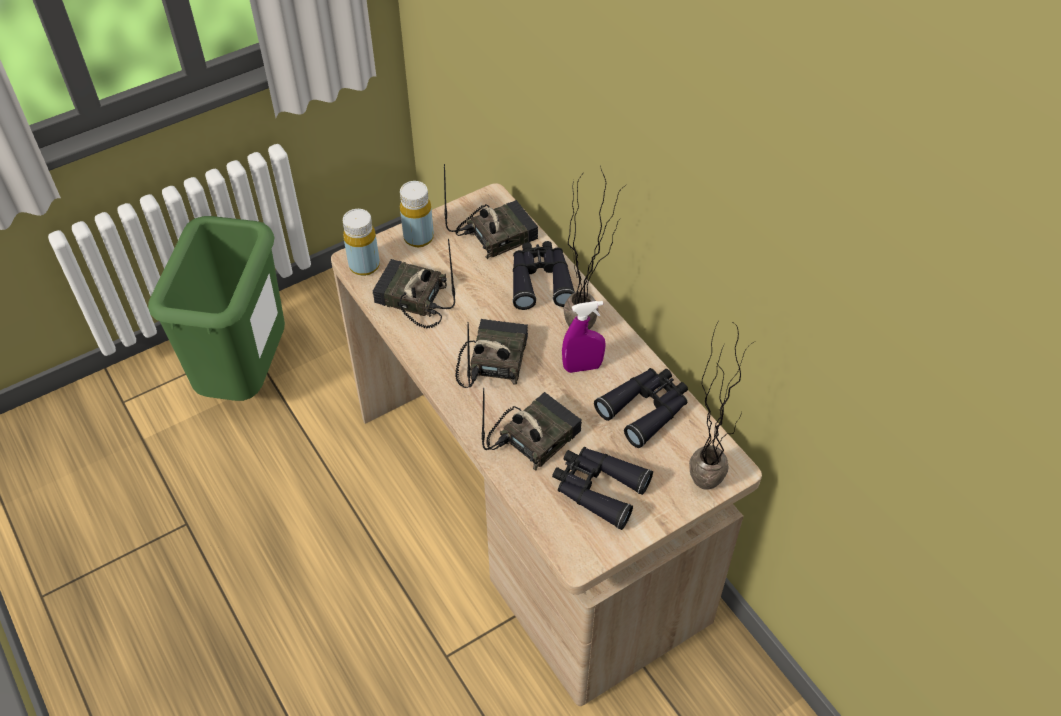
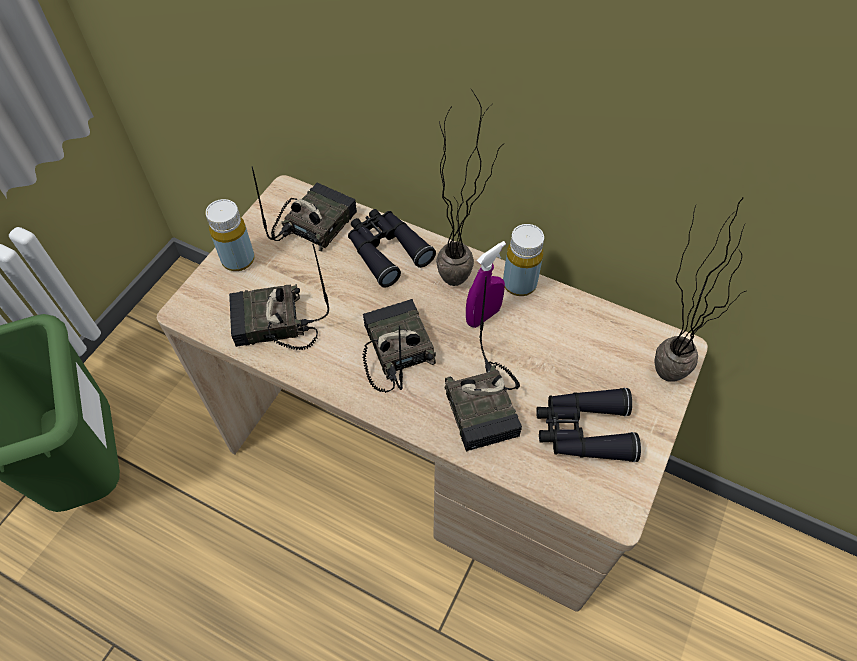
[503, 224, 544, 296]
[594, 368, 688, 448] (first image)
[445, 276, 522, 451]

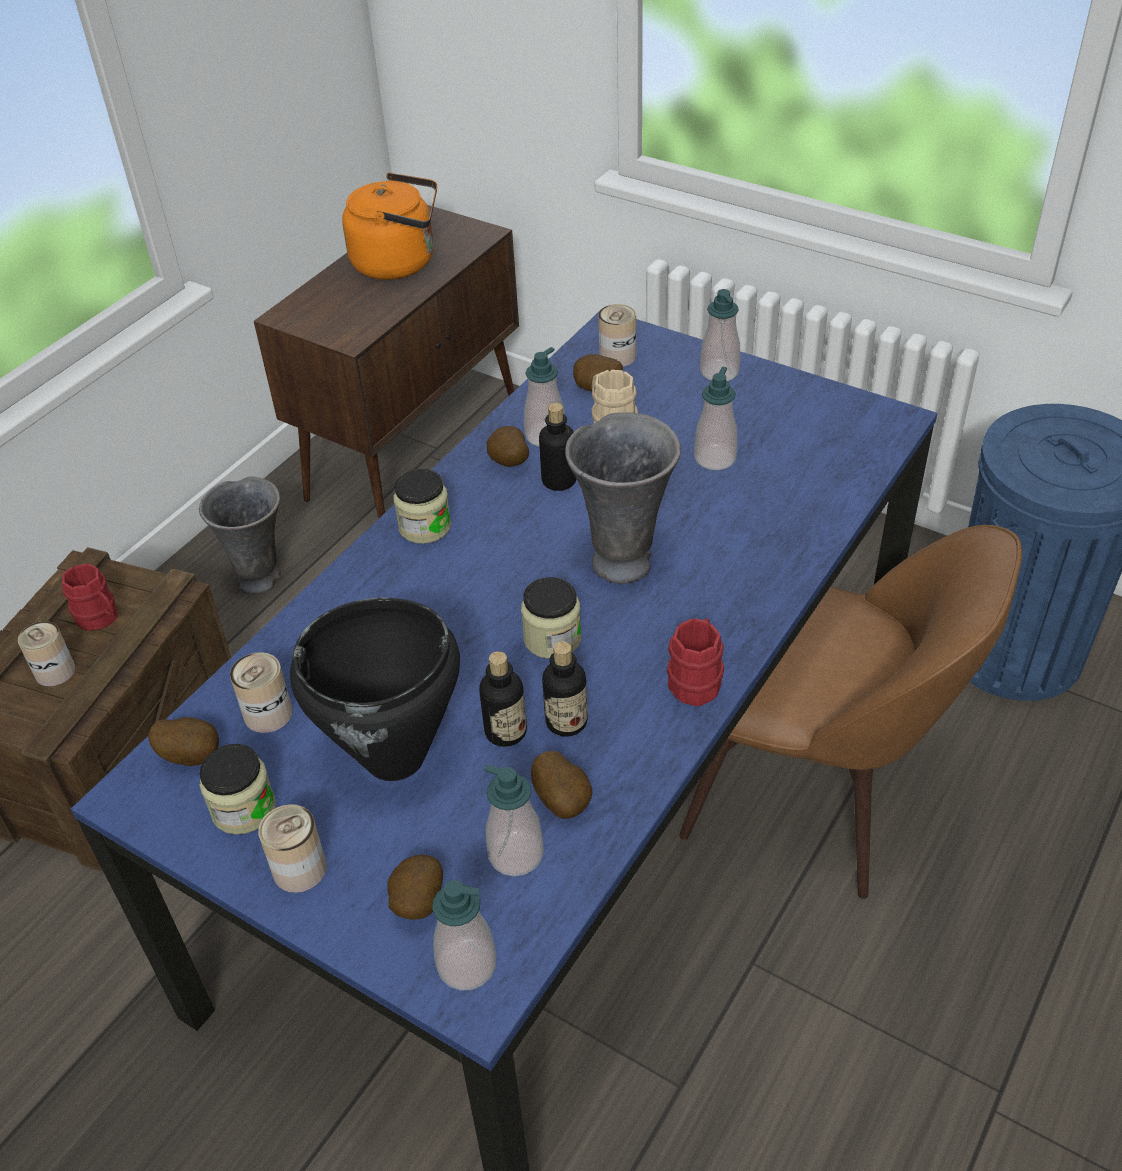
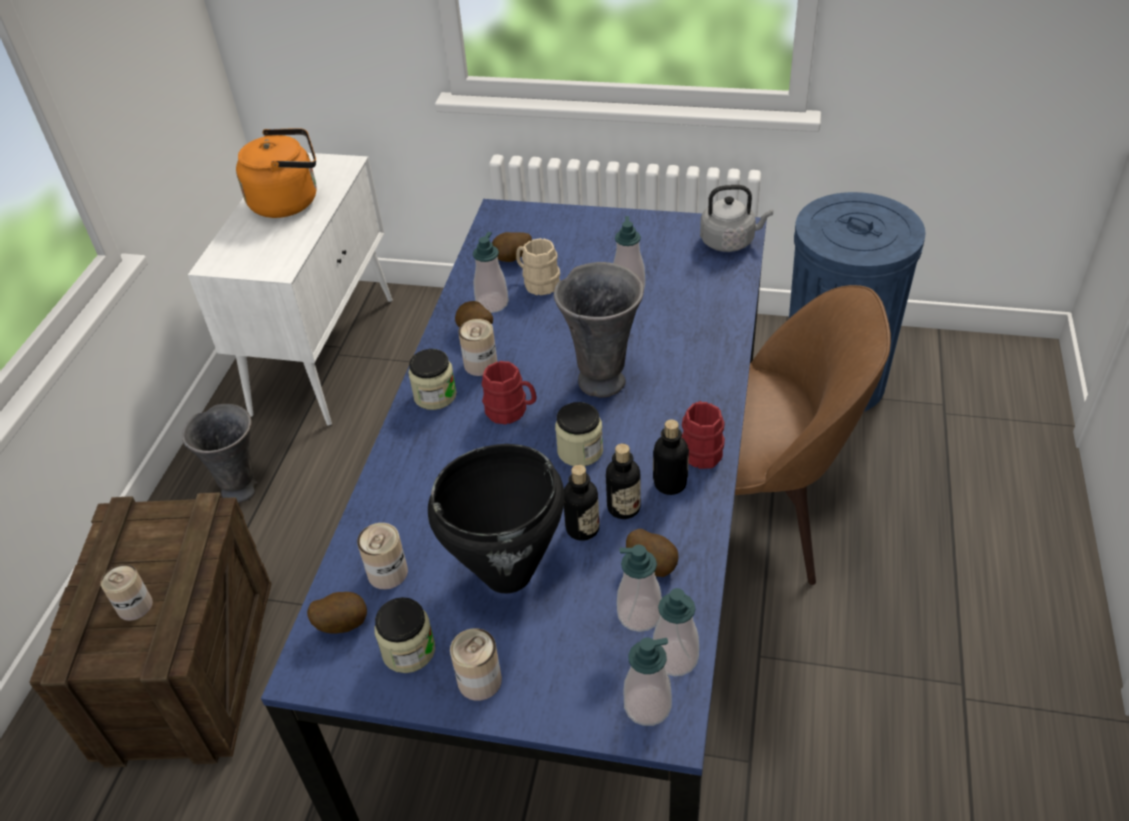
[188, 153, 393, 426]
[653, 588, 699, 676]
[458, 319, 497, 376]
[653, 420, 689, 495]
[482, 361, 537, 425]
[388, 855, 443, 920] (first image)
[700, 185, 773, 252]

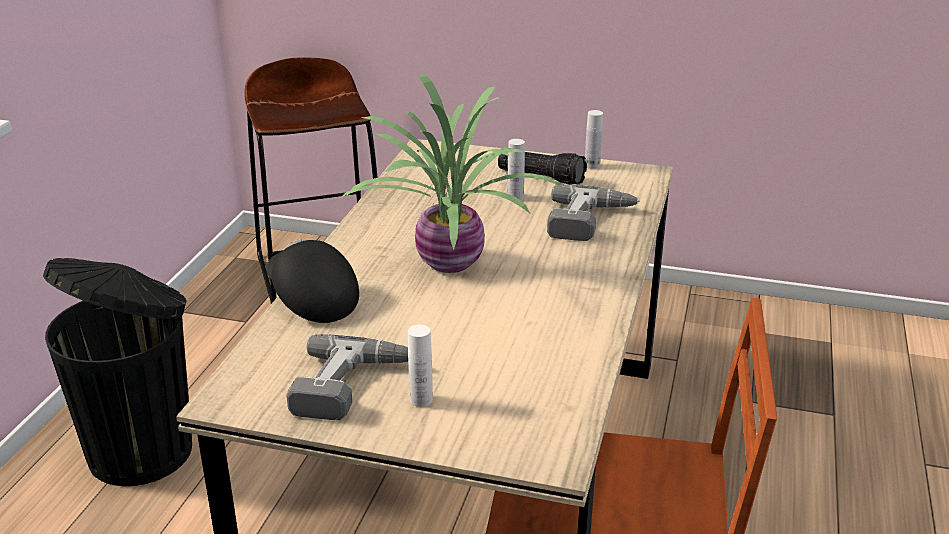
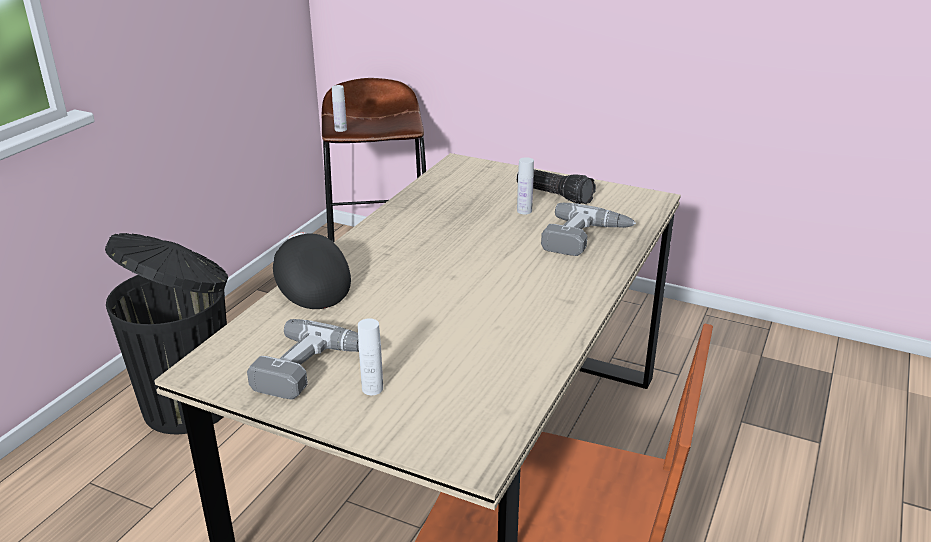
[340, 74, 564, 273] (first image)
[332, 85, 347, 132]

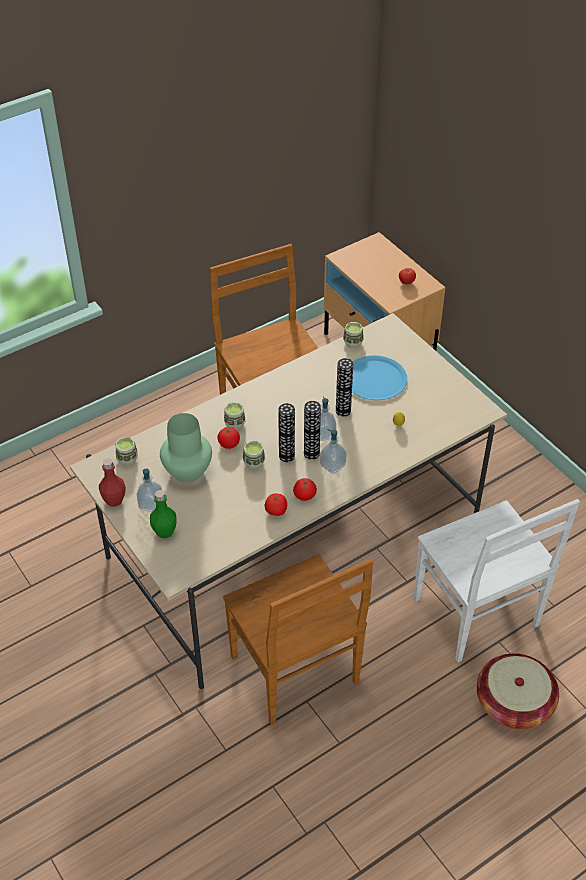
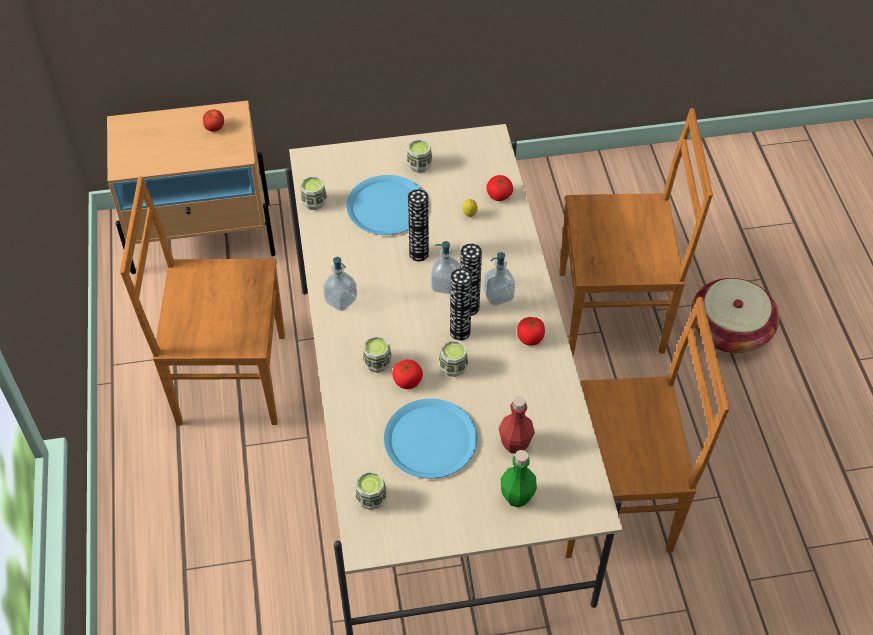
[384, 399, 478, 479]
[499, 396, 535, 454]
[323, 257, 357, 311]
[486, 175, 513, 201]
[559, 108, 713, 355]
[407, 139, 432, 173]

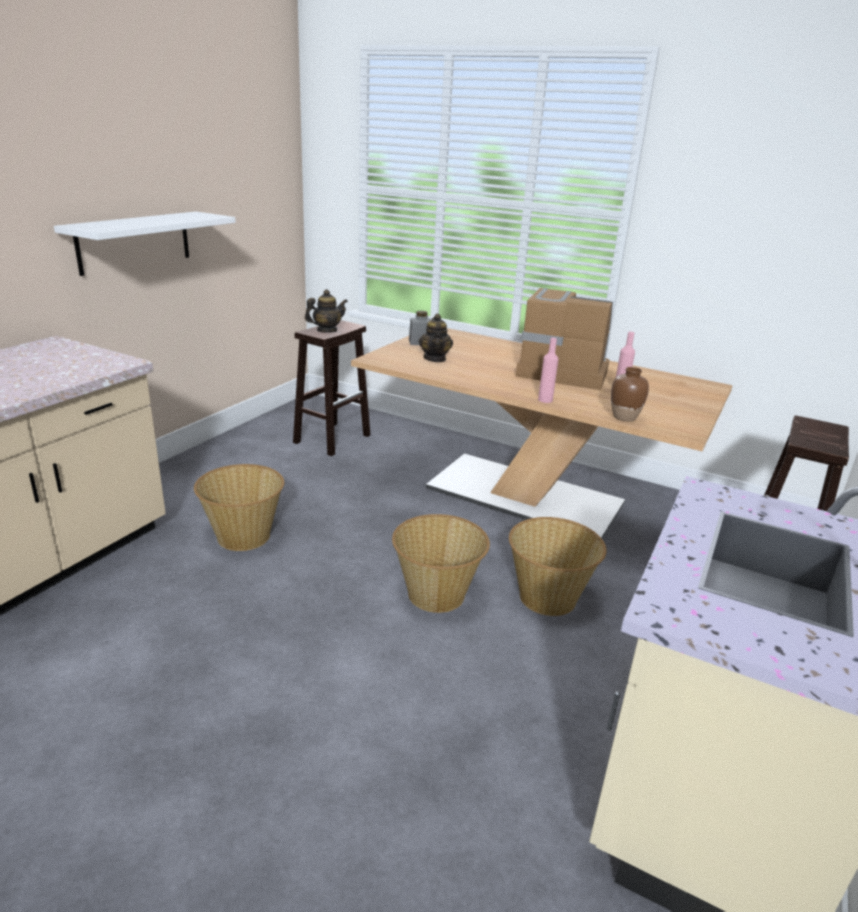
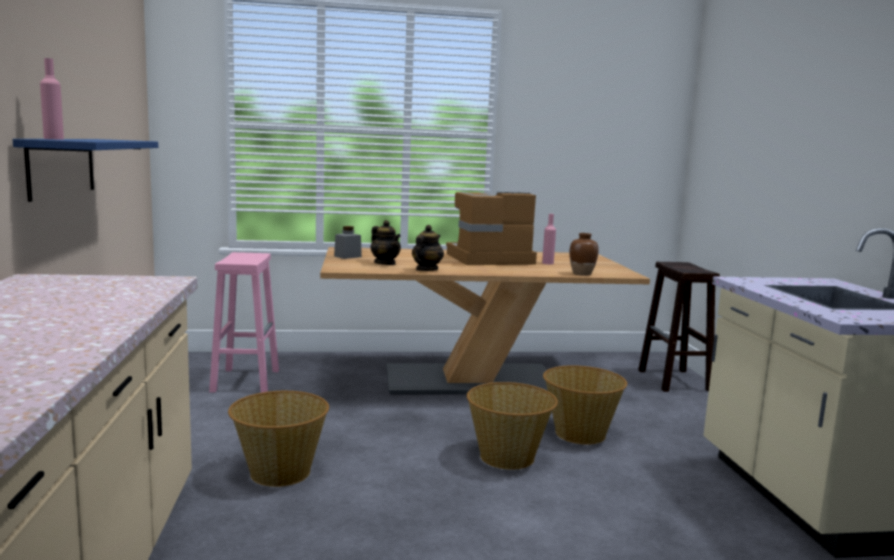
[13, 139, 158, 202]
[412, 225, 444, 271]
[209, 252, 279, 393]
[40, 58, 64, 140]

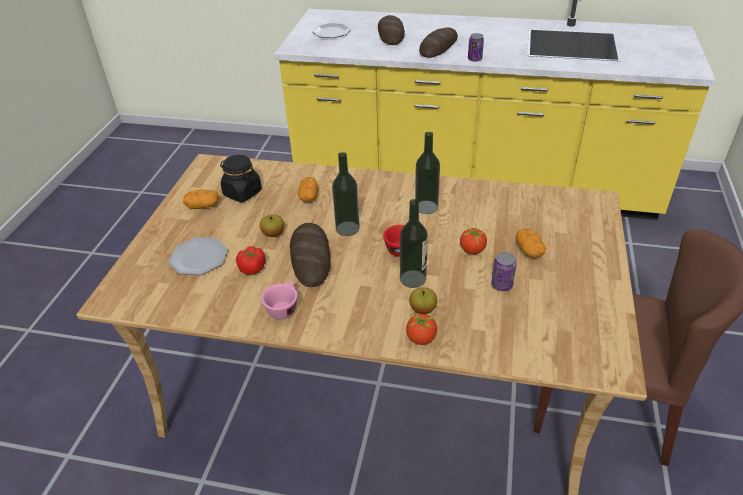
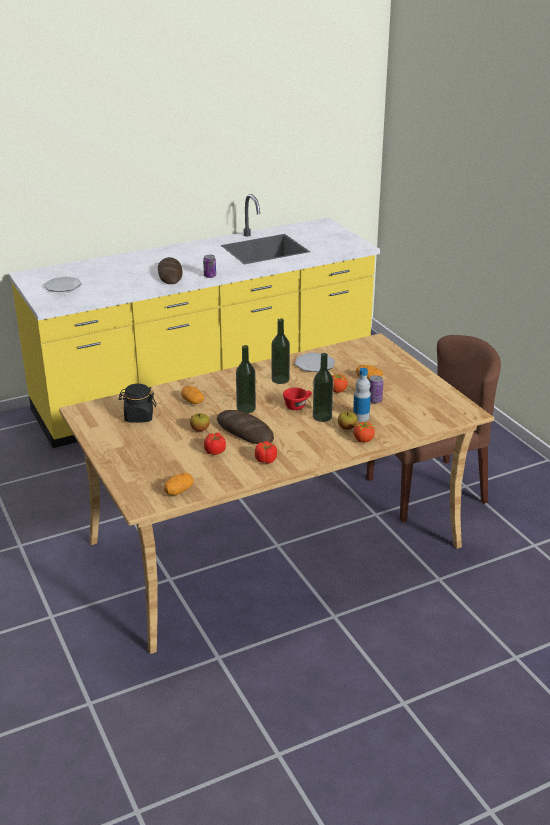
[378, 15, 405, 45] (first image)
[164, 473, 194, 496]
[295, 352, 335, 372]
[255, 441, 277, 464]
[353, 368, 371, 422]

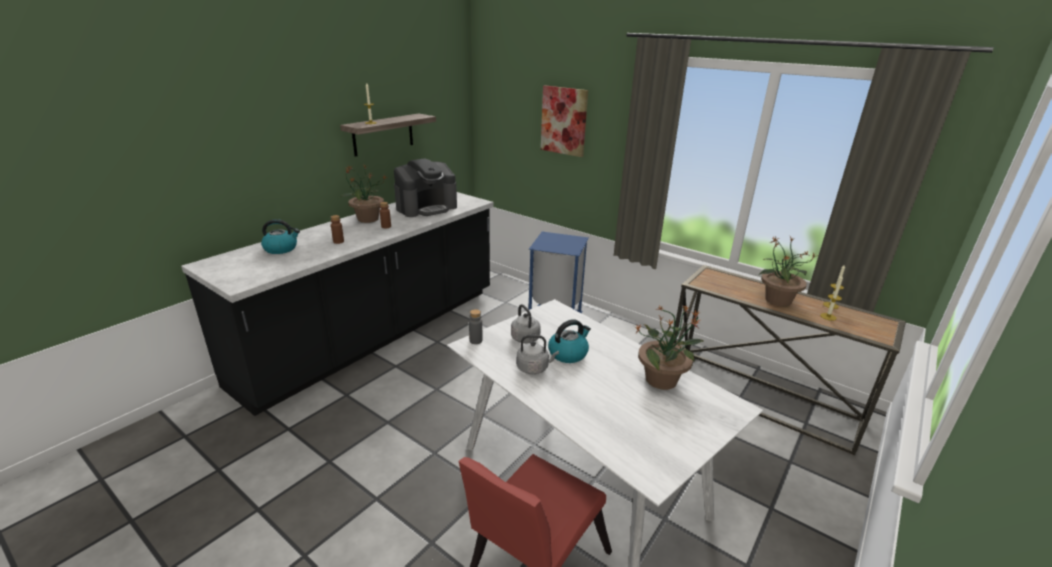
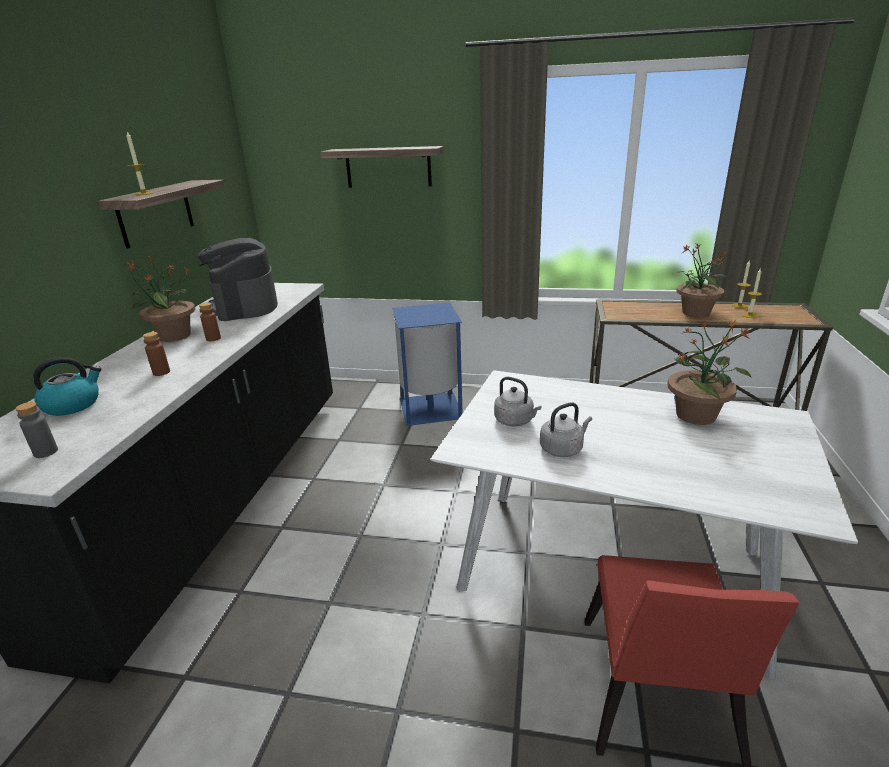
[320, 146, 444, 188]
[198, 238, 278, 321]
[15, 402, 58, 458]
[548, 319, 591, 363] (first image)

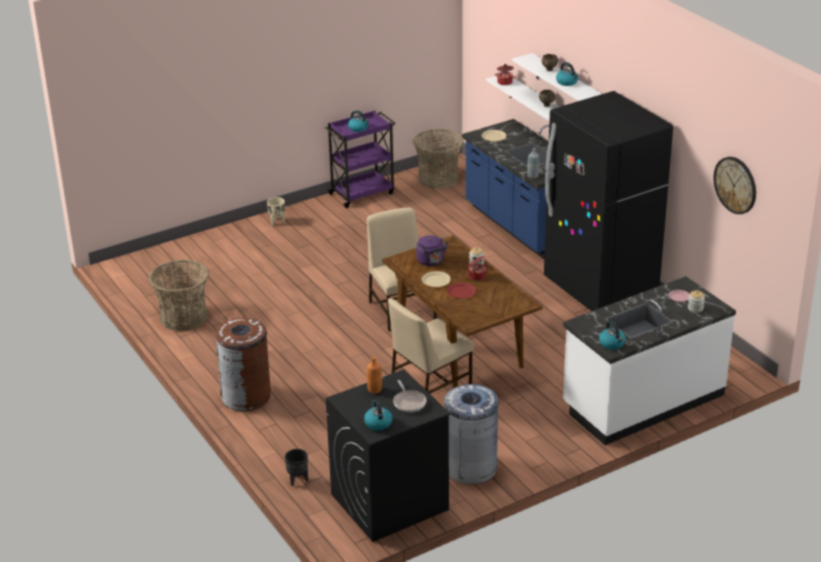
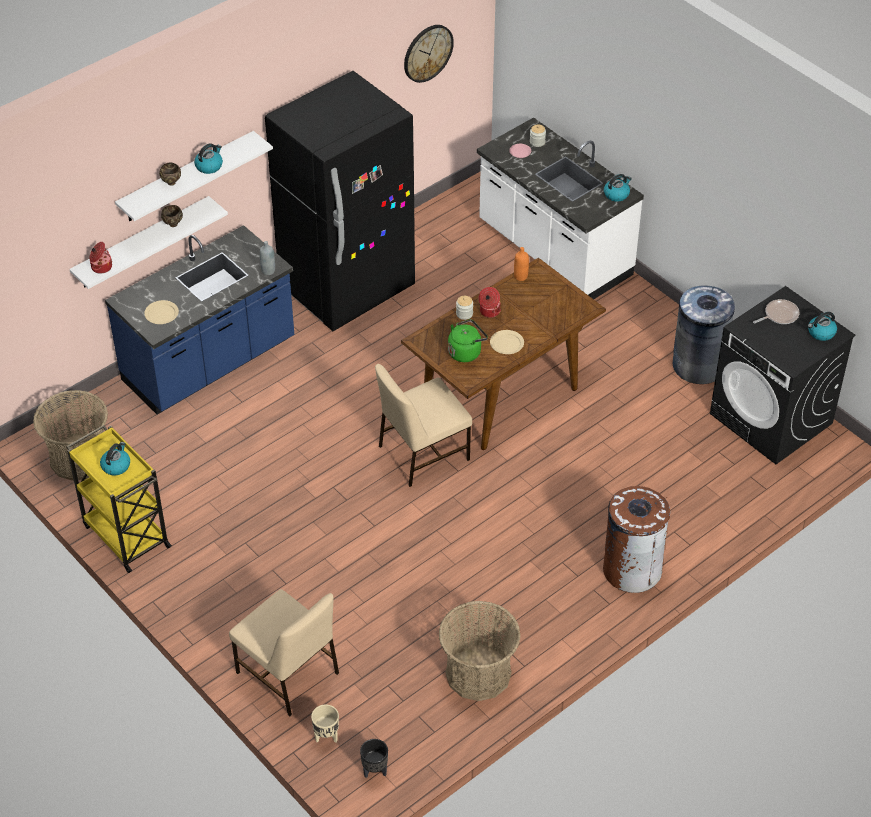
[67, 425, 172, 573]
[311, 704, 339, 742]
[448, 319, 488, 362]
[447, 282, 477, 298] (first image)
[229, 589, 339, 716]
[514, 247, 529, 281]
[360, 739, 388, 778]

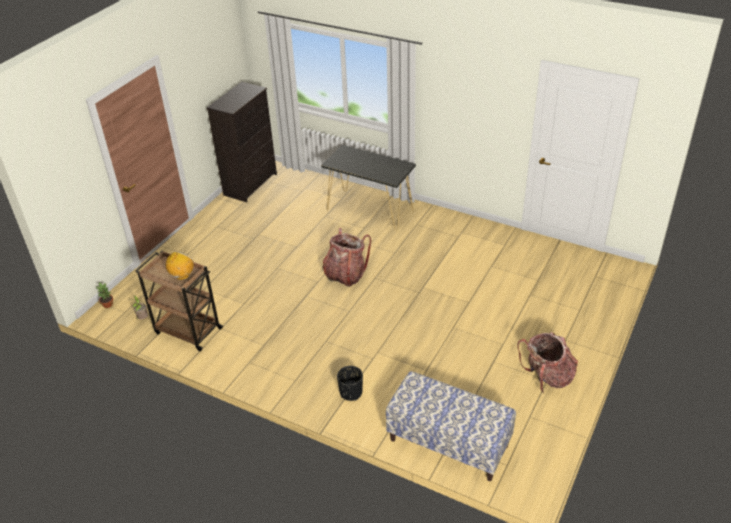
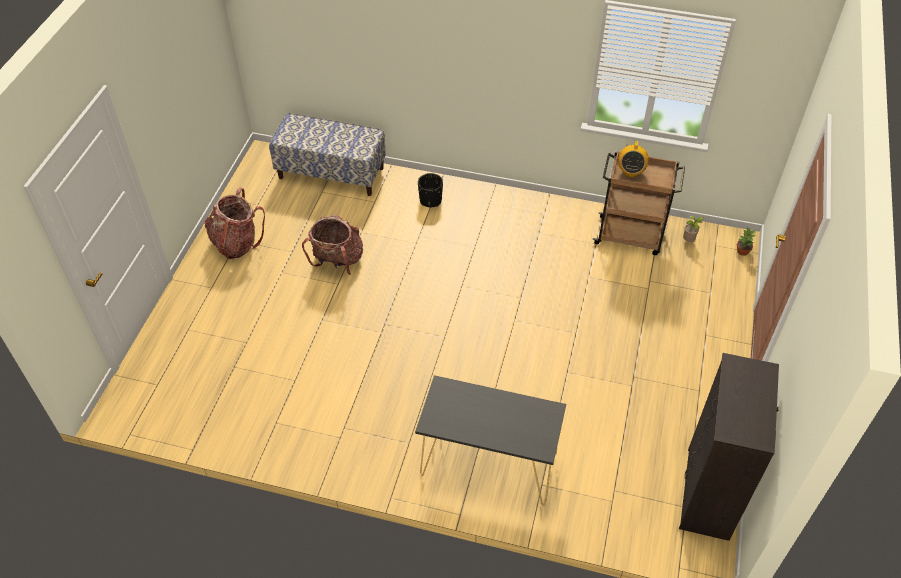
[302, 214, 363, 275]

